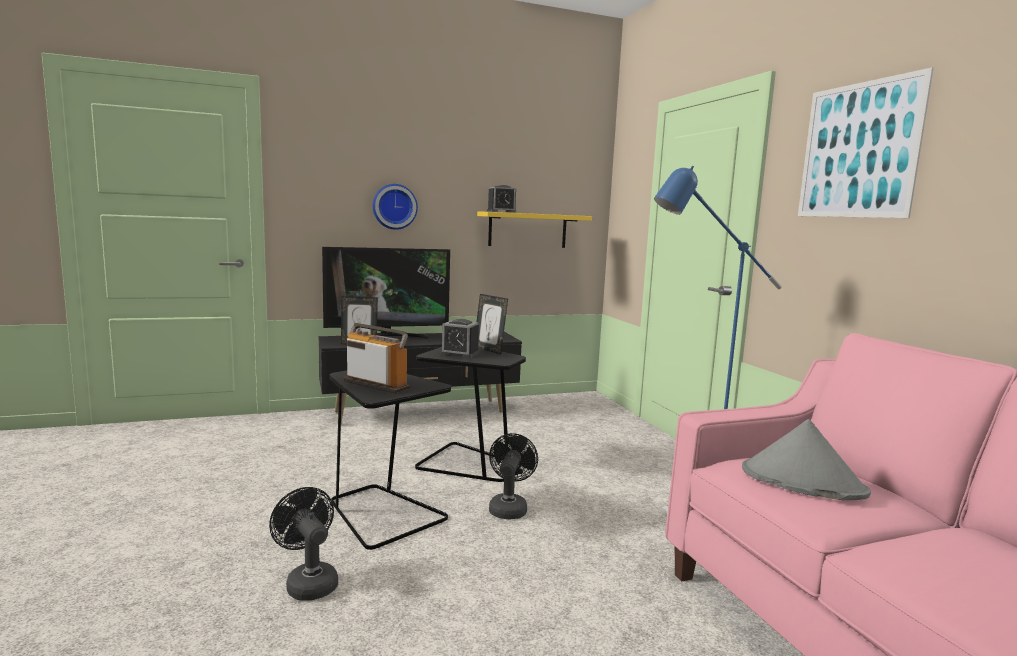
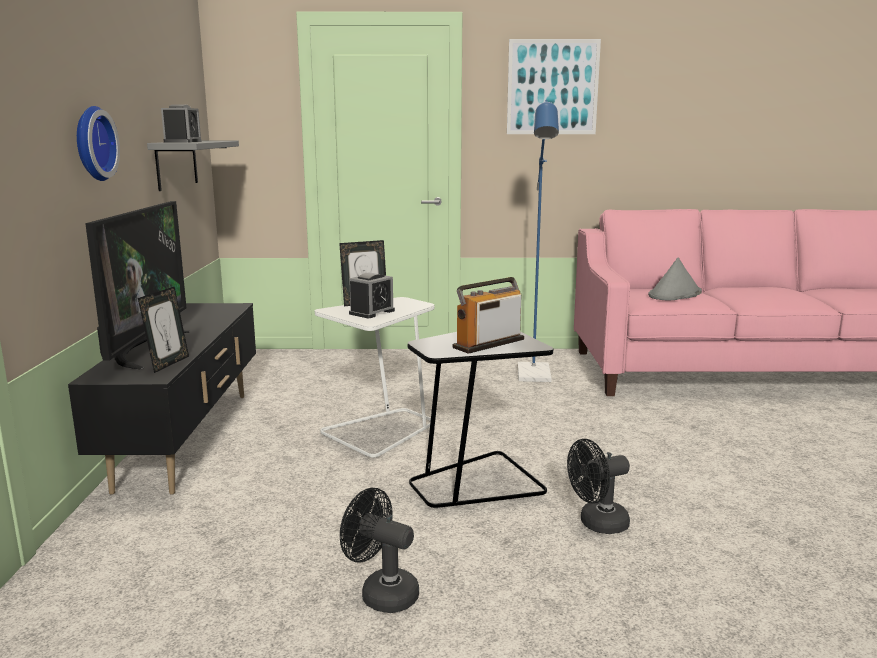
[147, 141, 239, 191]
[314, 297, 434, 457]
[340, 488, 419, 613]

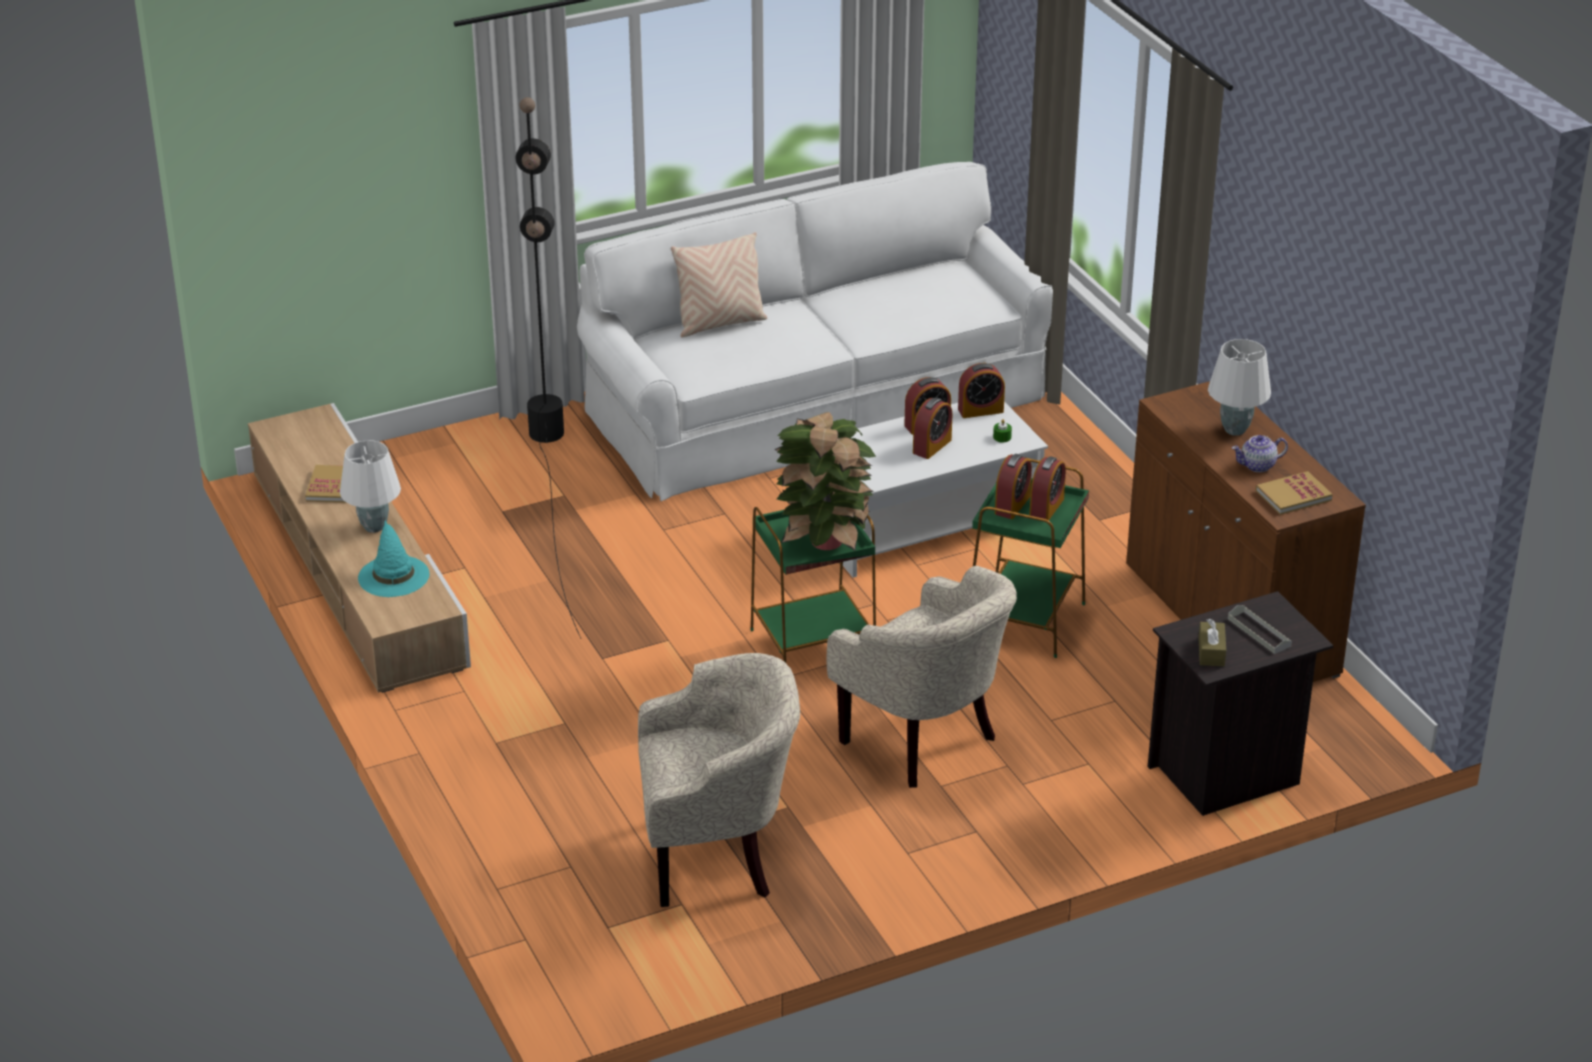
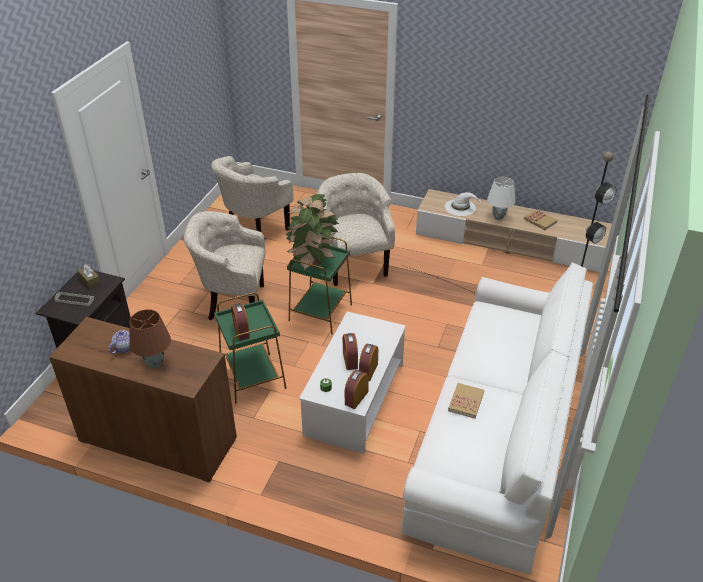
[671, 232, 767, 338] (first image)
[129, 309, 171, 368]
[995, 454, 1032, 519] (first image)
[448, 383, 484, 418]
[445, 192, 483, 216]
[317, 173, 395, 286]

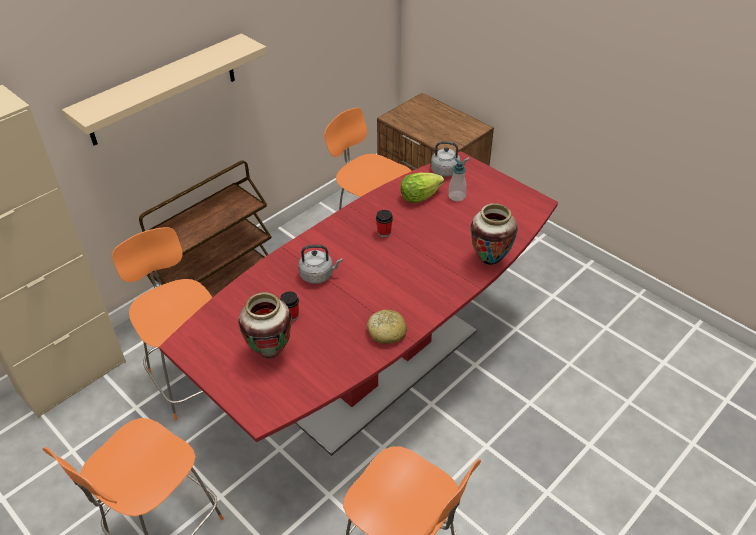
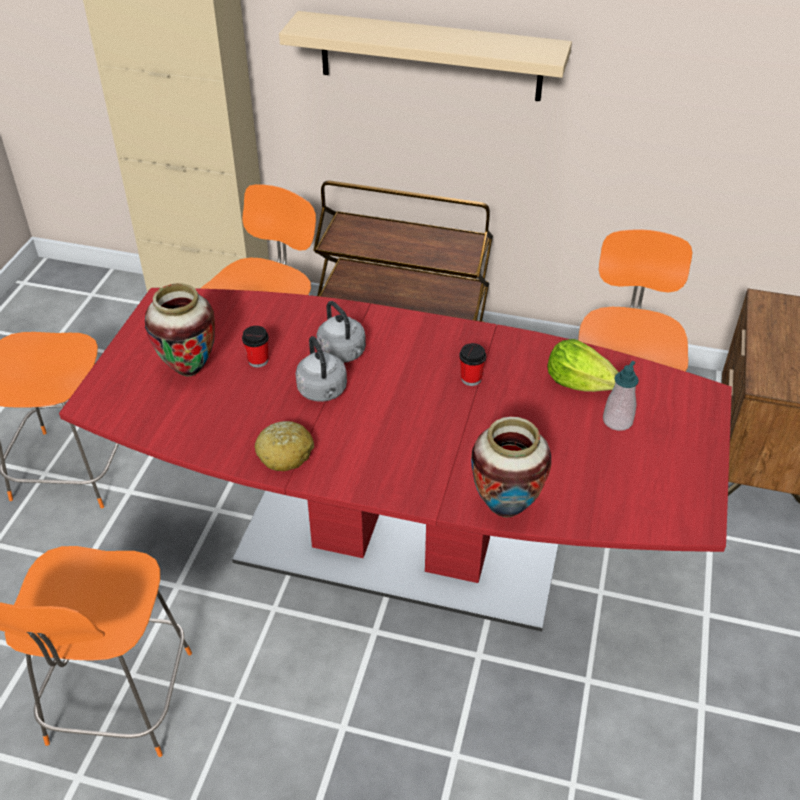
[295, 336, 347, 402]

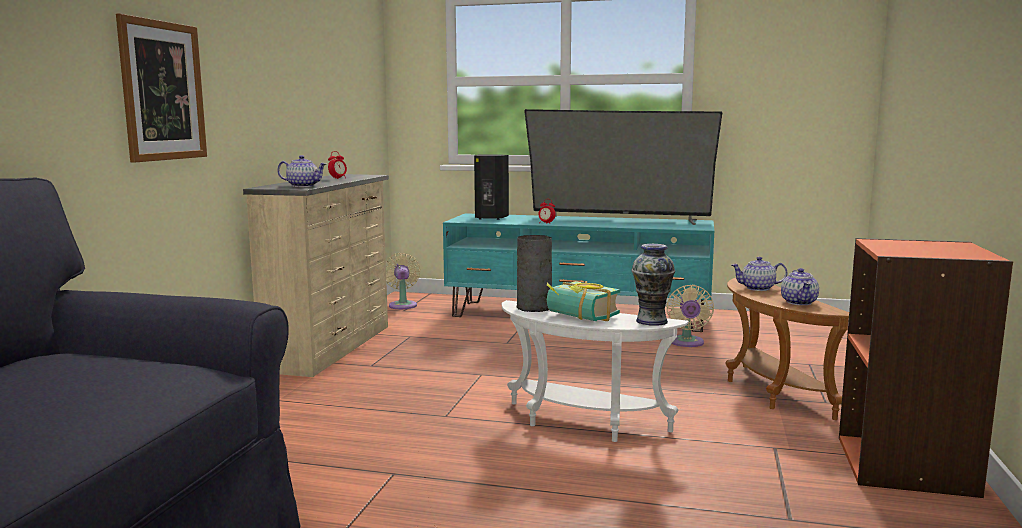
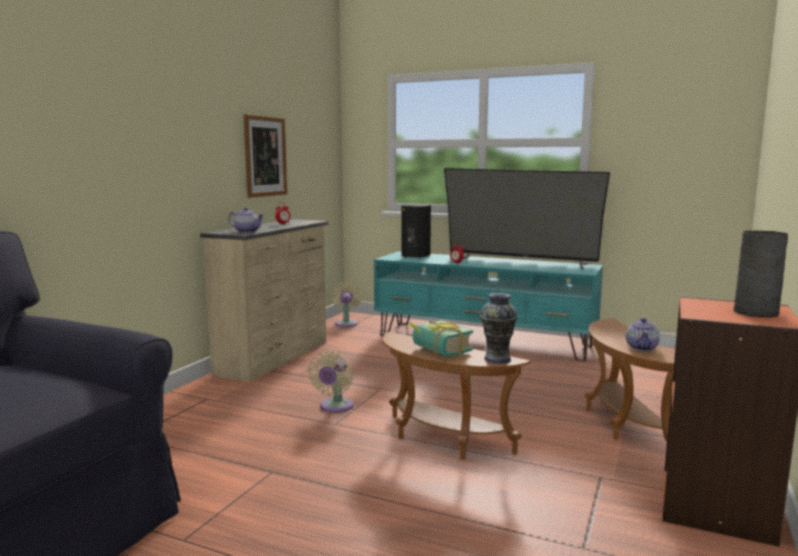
[243, 114, 287, 198]
[733, 231, 788, 318]
[732, 257, 788, 291] (first image)
[308, 351, 354, 413]
[383, 332, 530, 459]

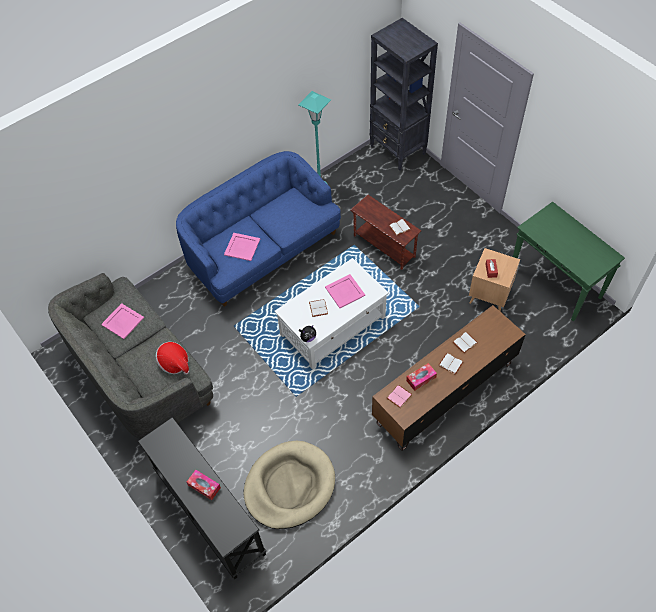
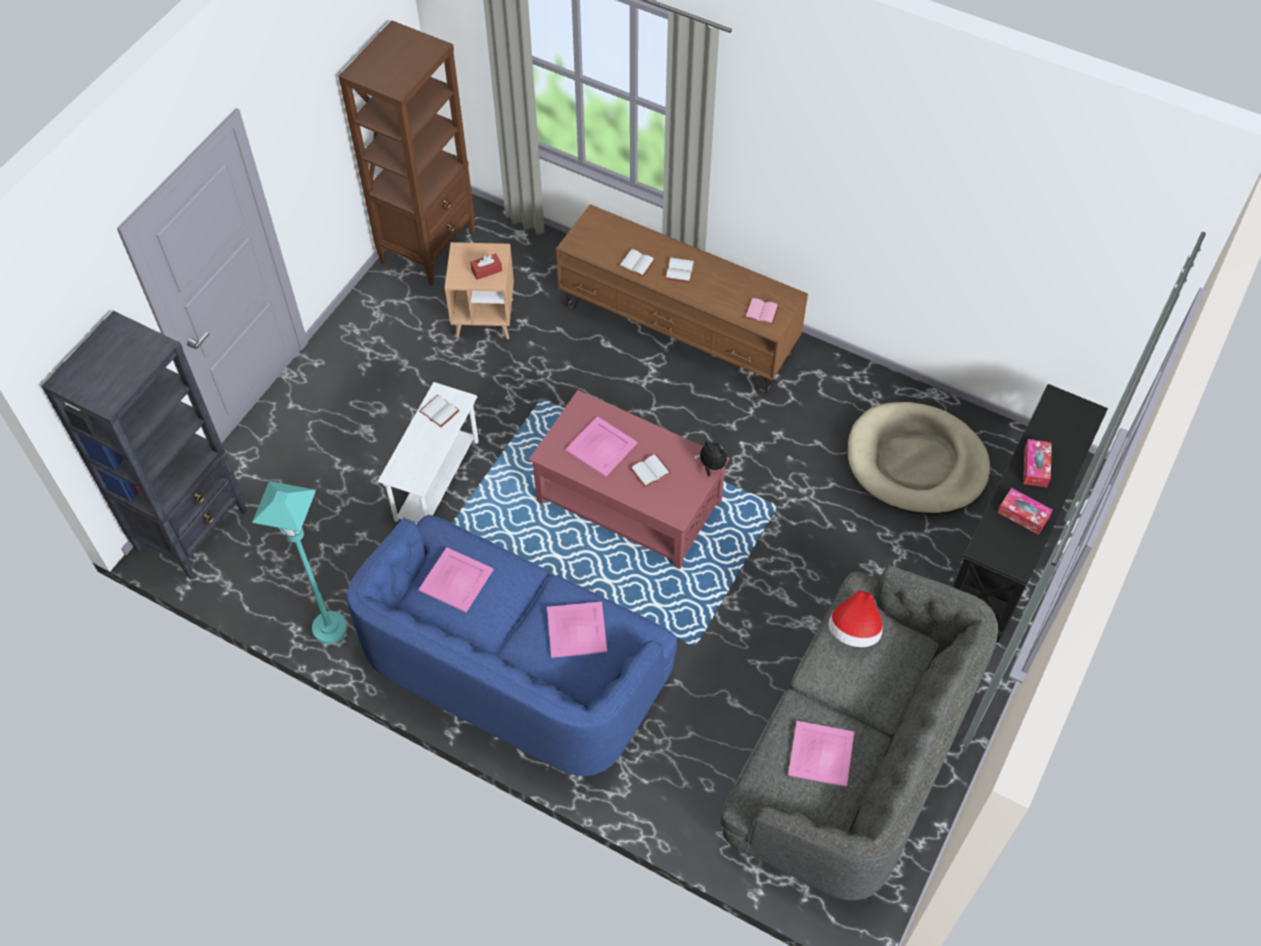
[378, 382, 479, 524]
[338, 20, 475, 285]
[529, 390, 729, 569]
[997, 488, 1053, 535]
[419, 547, 494, 613]

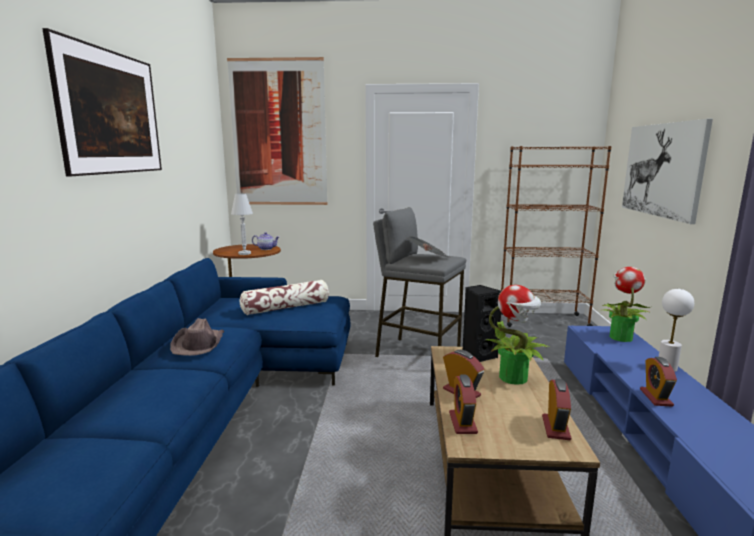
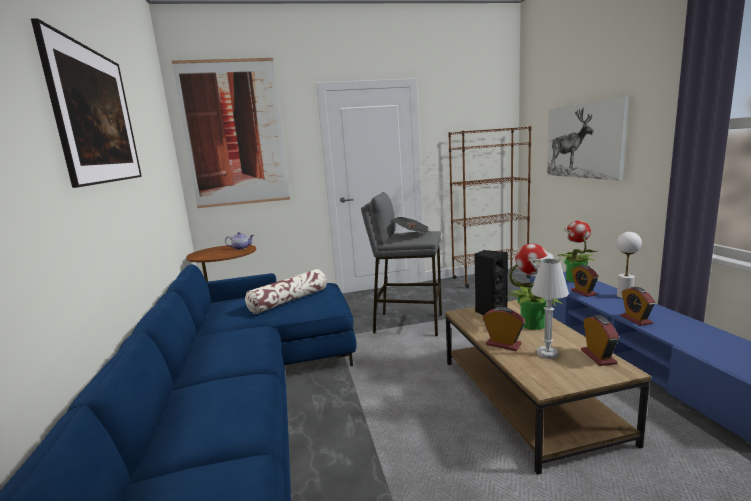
[531, 259, 569, 359]
[170, 318, 224, 356] (first image)
[571, 265, 599, 297]

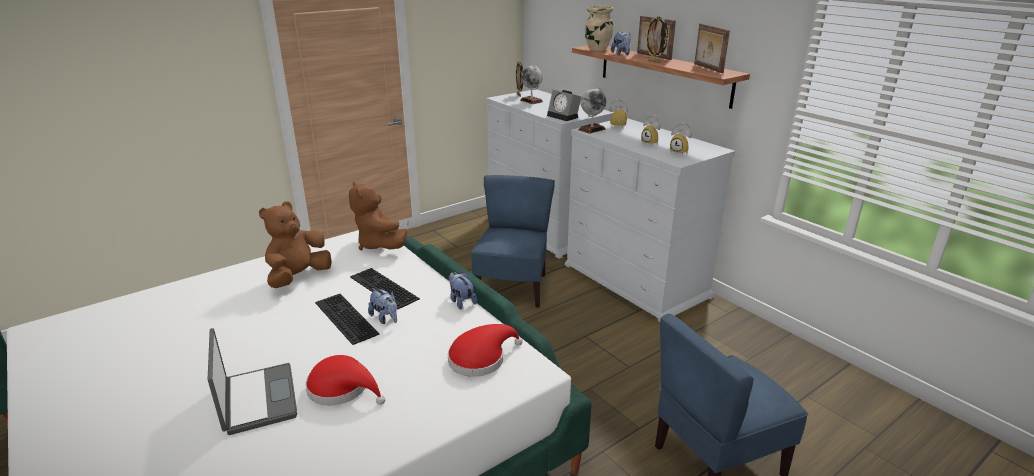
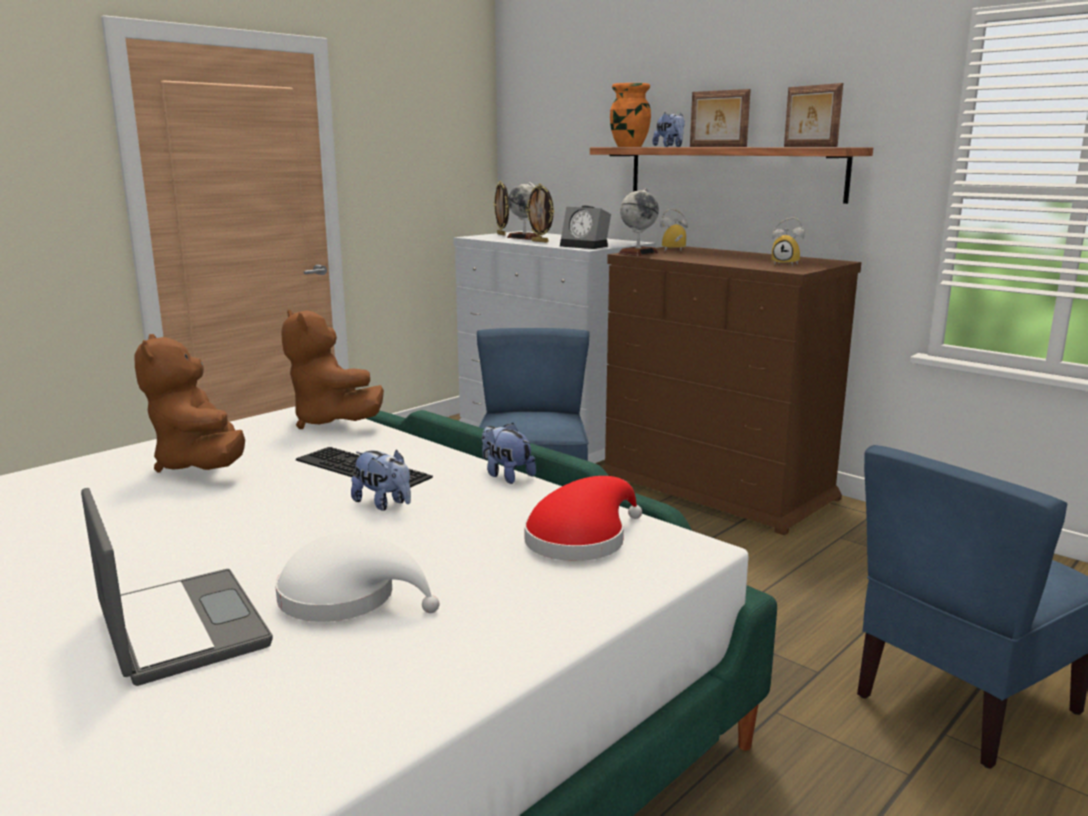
[610, 83, 651, 147]
[525, 184, 554, 243]
[641, 115, 661, 146] (first image)
[603, 246, 862, 535]
[134, 334, 245, 473]
[315, 294, 380, 345] (first image)
[275, 532, 440, 622]

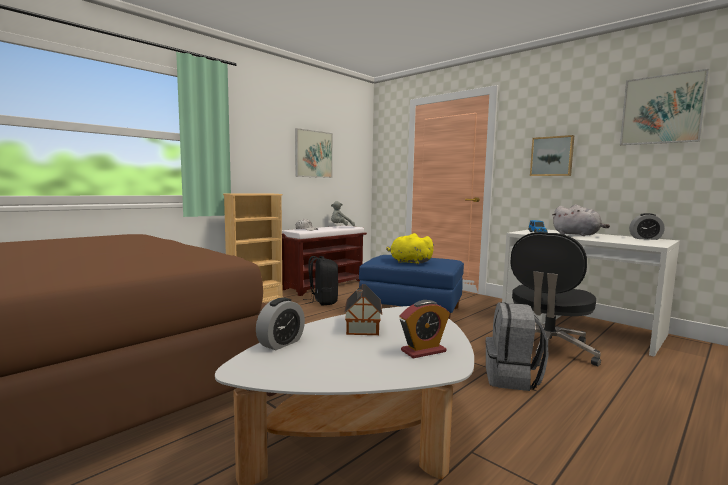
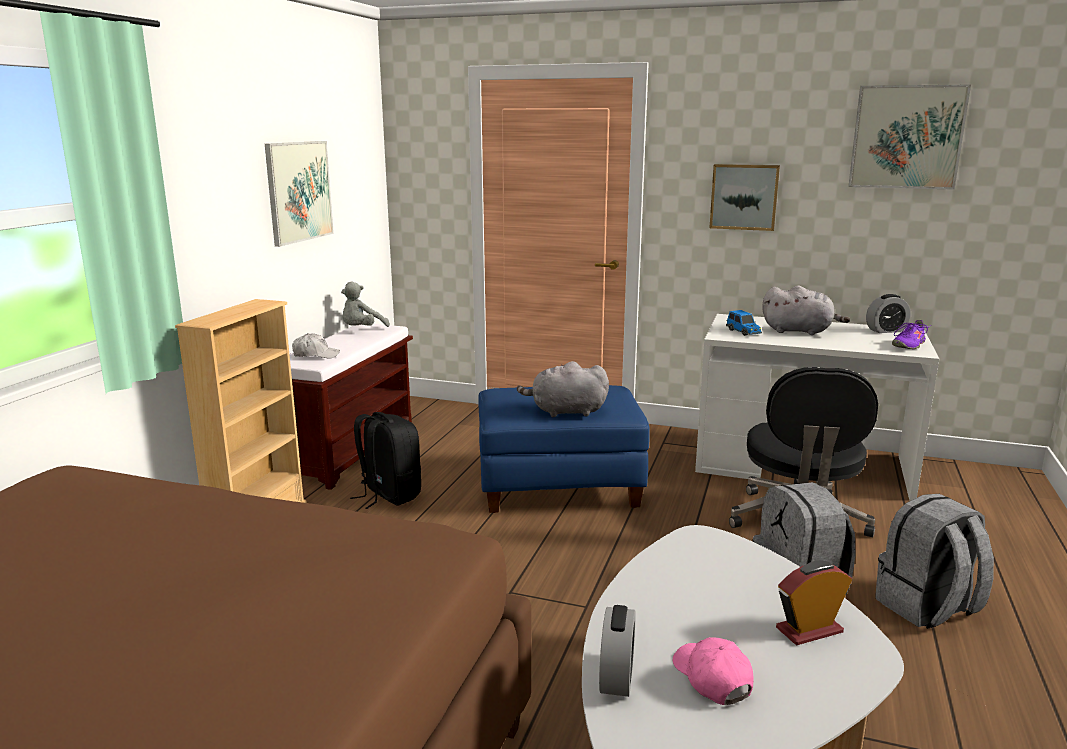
[517, 361, 609, 417]
[344, 284, 382, 335] (first image)
[776, 561, 852, 646]
[892, 320, 930, 349]
[875, 494, 994, 629]
[673, 637, 754, 705]

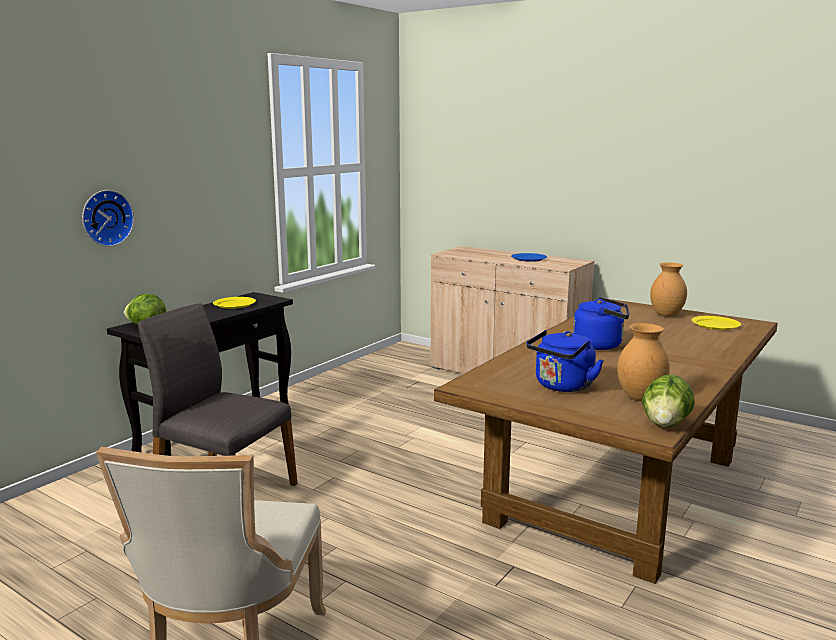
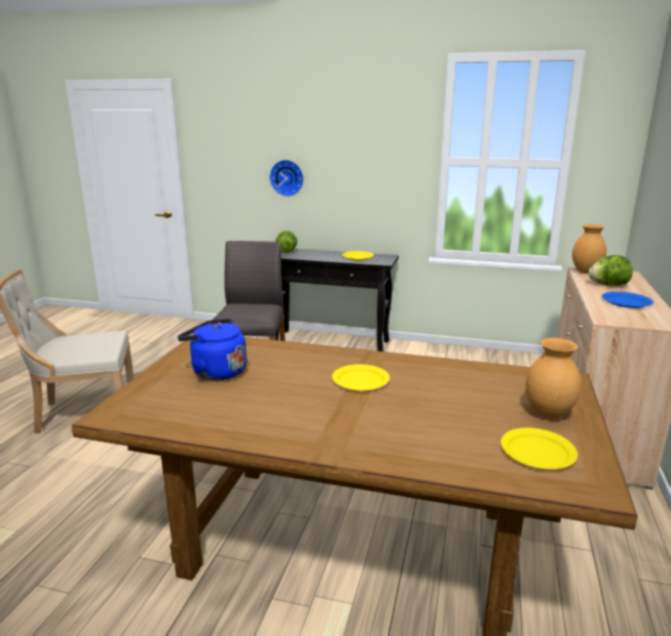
[332, 364, 390, 391]
[572, 224, 607, 273]
[588, 255, 633, 286]

